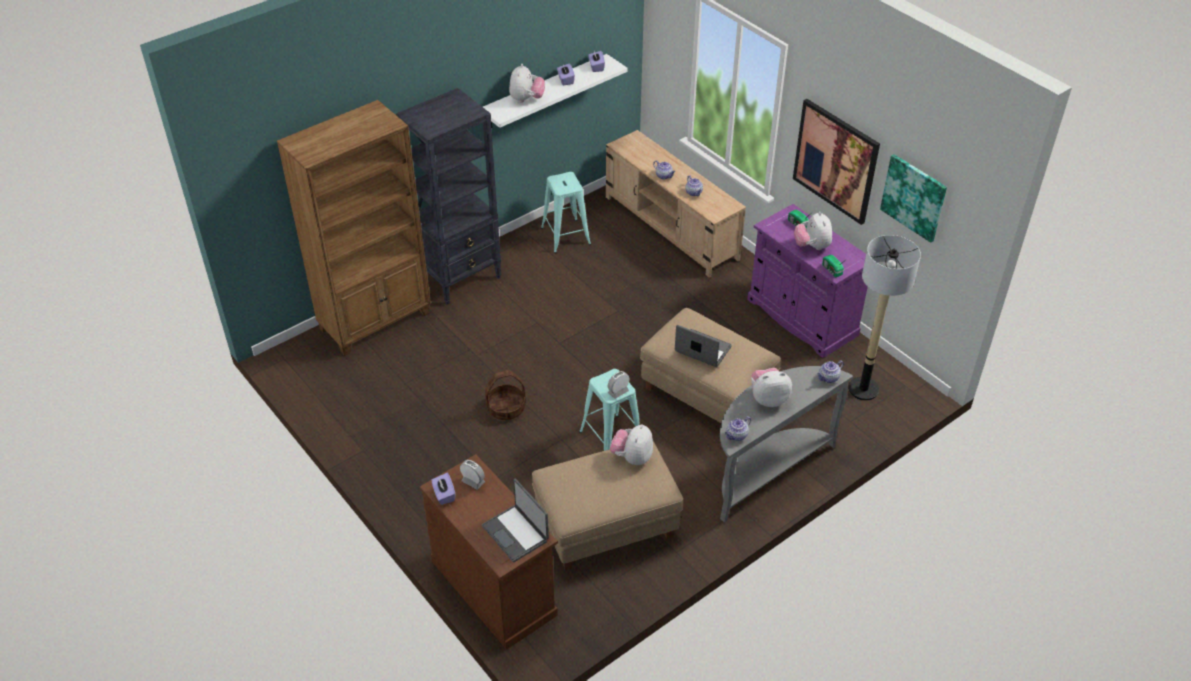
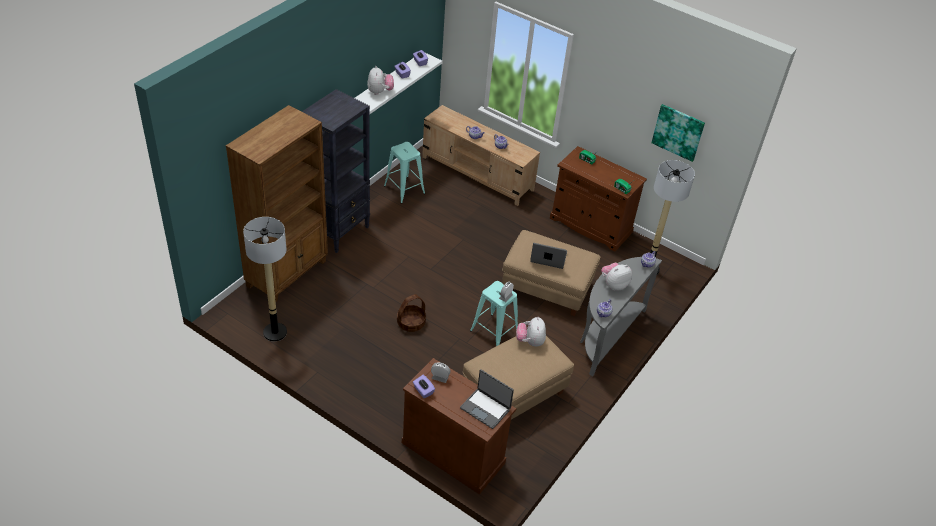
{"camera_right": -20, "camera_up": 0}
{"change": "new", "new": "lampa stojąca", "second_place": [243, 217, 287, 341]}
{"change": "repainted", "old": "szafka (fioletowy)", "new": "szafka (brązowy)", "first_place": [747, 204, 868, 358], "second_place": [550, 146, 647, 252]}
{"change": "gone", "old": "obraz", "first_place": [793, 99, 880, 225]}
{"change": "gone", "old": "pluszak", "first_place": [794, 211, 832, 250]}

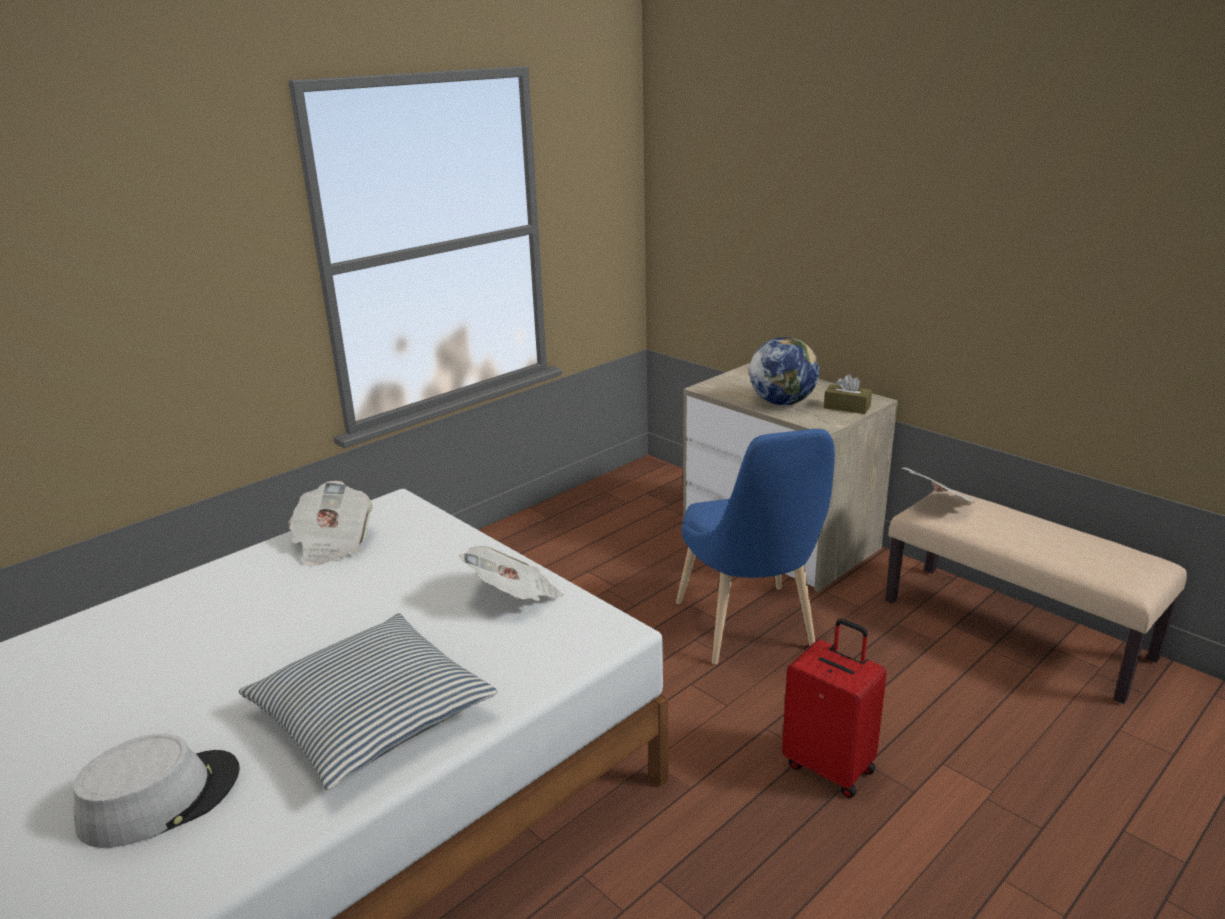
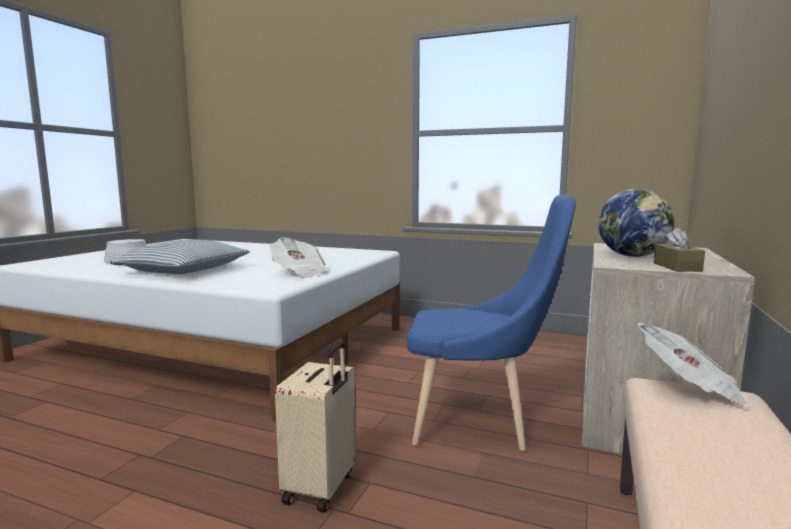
{"camera_right": 65, "camera_up": -15}
{"change": "repainted", "old": "walizka (czerwony)", "new": "walizka (beżowy)", "first_place": [782, 618, 887, 798], "second_place": [275, 341, 356, 513]}
{"change": "rotated", "old": "krzesło (niebieski)", "first_place": [676, 429, 835, 664], "second_place": [407, 195, 576, 451], "degrees": -135}
{"change": "gone", "old": "gazeta", "first_place": [288, 481, 373, 567]}

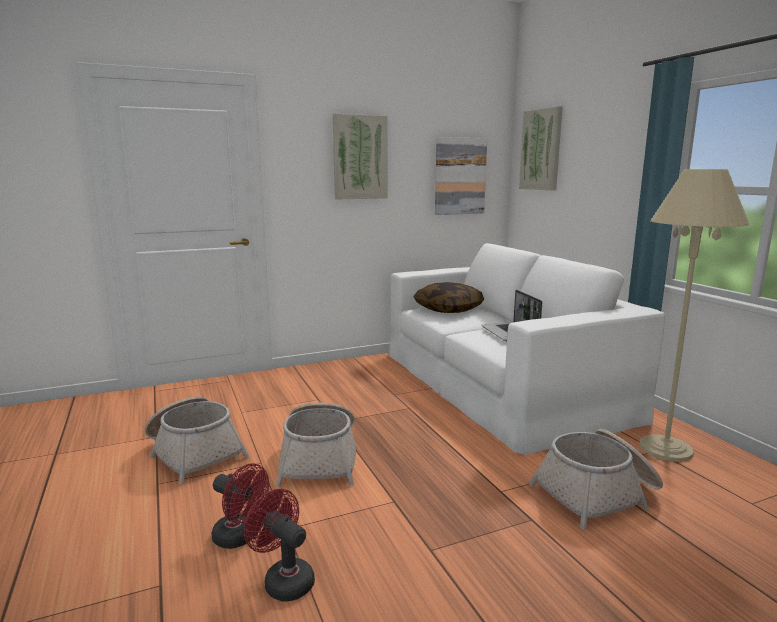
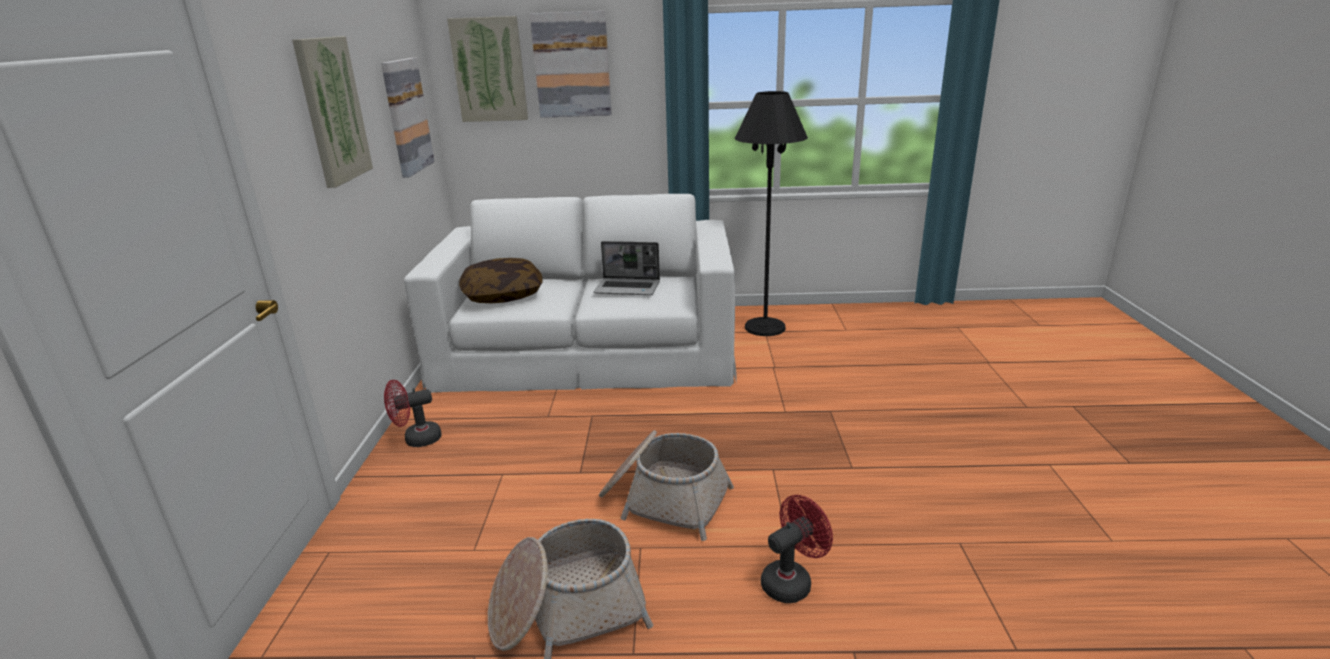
{"camera_right": -65, "camera_up": 10}
{"change": "shifted", "old": "wentylator (czerwony)", "first_place": [244, 489, 315, 602], "second_place": [384, 380, 442, 447]}
{"change": "new", "new": "obraz", "second_place": [530, 11, 612, 118]}
{"change": "repainted", "old": "lampa stojąca (beżowy)", "new": "lampa stojąca (czarny)", "first_place": [639, 169, 750, 462], "second_place": [735, 91, 808, 336]}
{"change": "gone", "old": "koszyk", "first_place": [529, 429, 663, 529]}

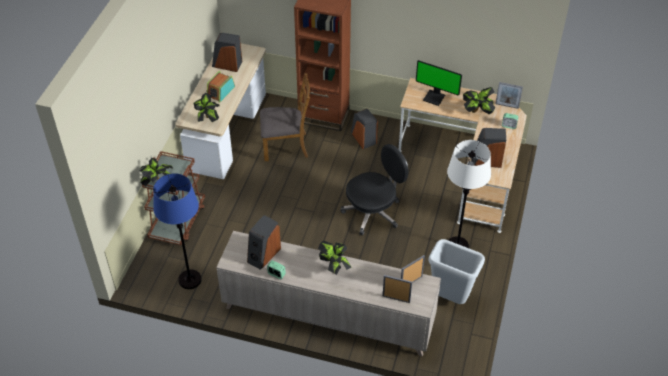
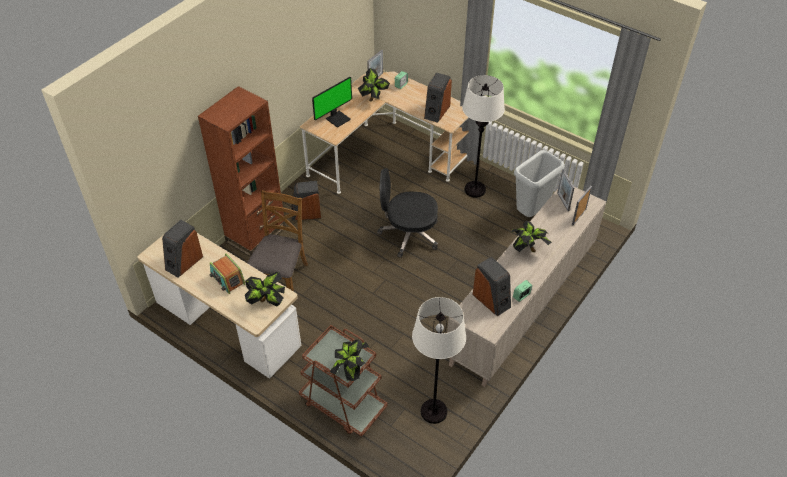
{"camera_right": -70, "camera_up": 0}
{"change": "rotated", "old": "krzesło biurowe (czarny)", "first_place": [340, 144, 408, 236], "second_place": [377, 168, 438, 258], "degrees": -75}
{"change": "repainted", "old": "lampa stojąca (niebieski)", "new": "lampa stojąca (biały)", "first_place": [153, 173, 202, 289], "second_place": [412, 297, 466, 424]}

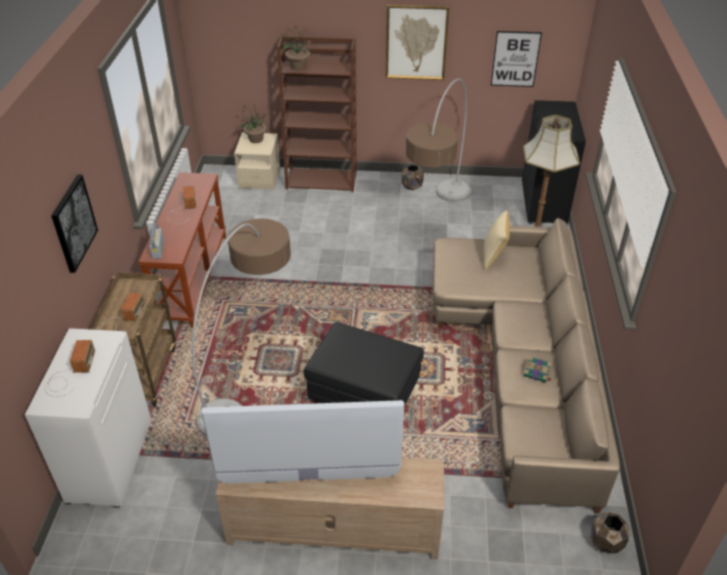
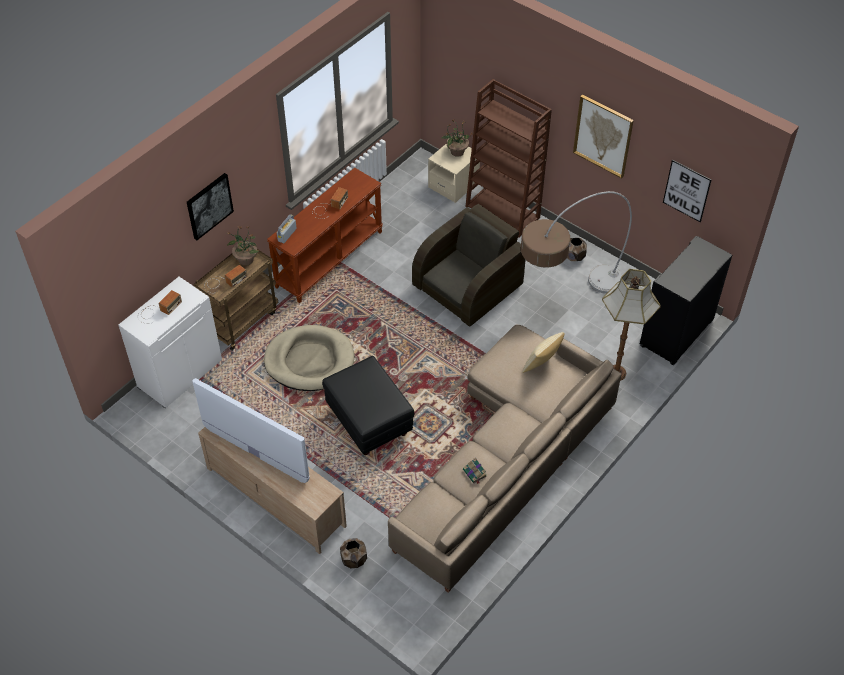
{"camera_right": 35, "camera_up": 10}
{"change": "shifted", "old": "roślina doniczkowa", "first_place": [280, 26, 311, 70], "second_place": [227, 226, 259, 266]}
{"change": "swapped", "old": "lampa stojąca", "new": "legowisko (beżowy)", "first_place": [192, 219, 291, 436], "second_place": [264, 325, 354, 391]}
{"change": "shifted", "old": "donica (brązowy)", "first_place": [591, 513, 630, 554], "second_place": [340, 538, 367, 568]}
{"change": "new", "new": "fotel (brązowy)", "second_place": [412, 204, 526, 327]}

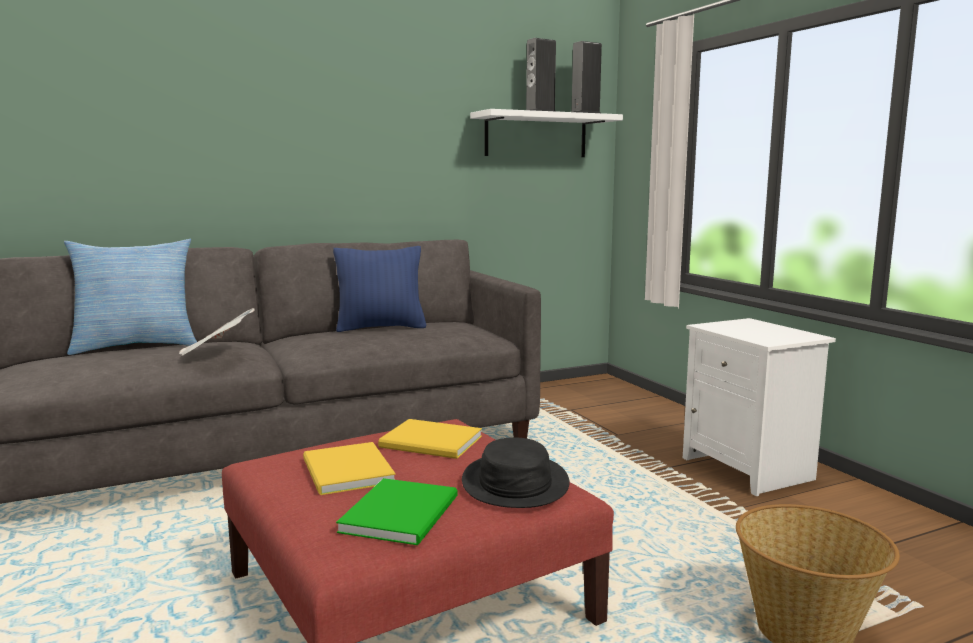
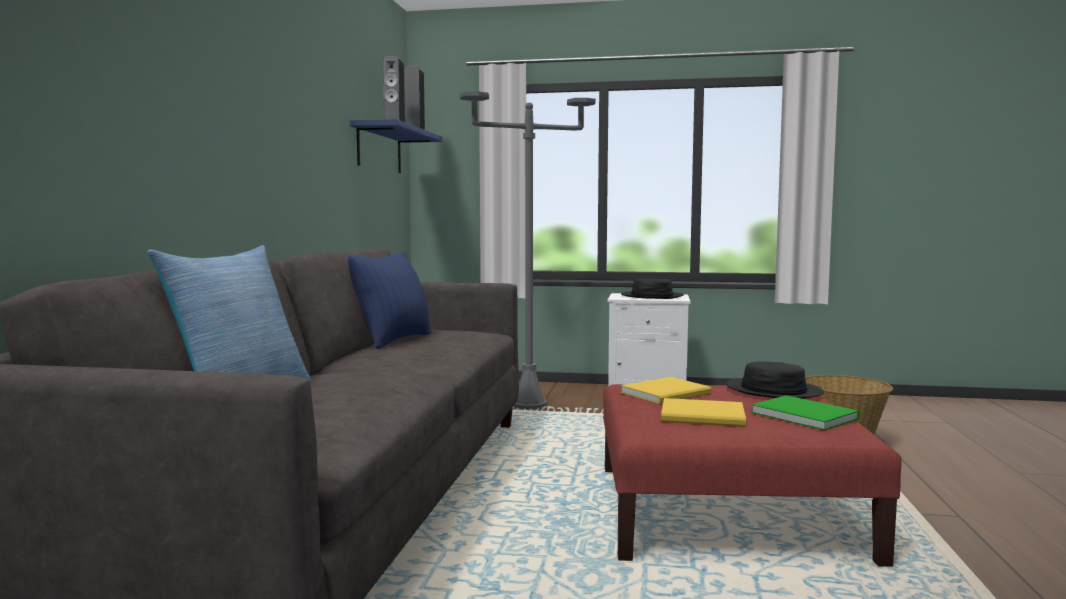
{"camera_right": -55, "camera_up": -5}
{"change": "repainted", "old": "półka (biały)", "new": "półka (niebieski)", "first_place": [470, 109, 623, 157], "second_place": [350, 119, 443, 173]}
{"change": "new", "new": "lampa stojąca (szary)", "second_place": [460, 91, 596, 410]}
{"change": "new", "new": "kapelusz (czarny)", "second_place": [621, 278, 684, 299]}
{"change": "gone", "old": "gazeta", "first_place": [179, 308, 255, 356]}

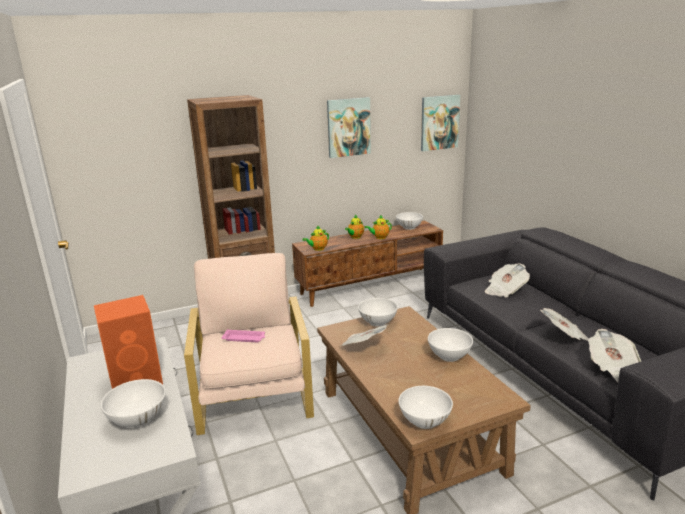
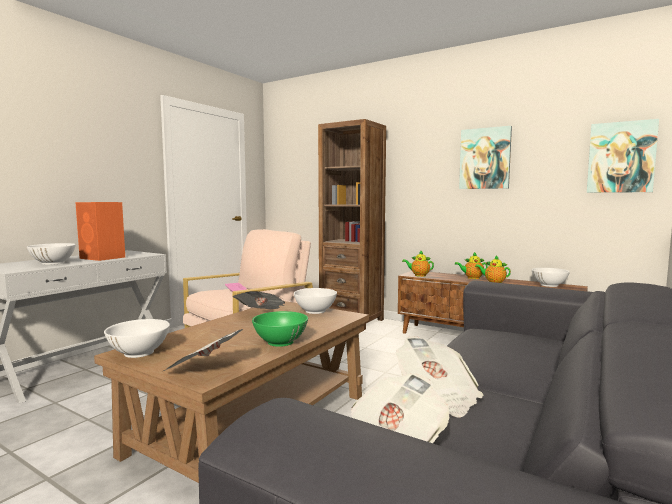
{"camera_right": 55, "camera_up": -15}
{"change": "shifted", "old": "gazeta", "first_place": [485, 263, 530, 297], "second_place": [163, 329, 243, 371]}
{"change": "repainted", "old": "miska (biały)", "new": "miska (zielony)", "first_place": [428, 328, 473, 362], "second_place": [252, 311, 308, 347]}

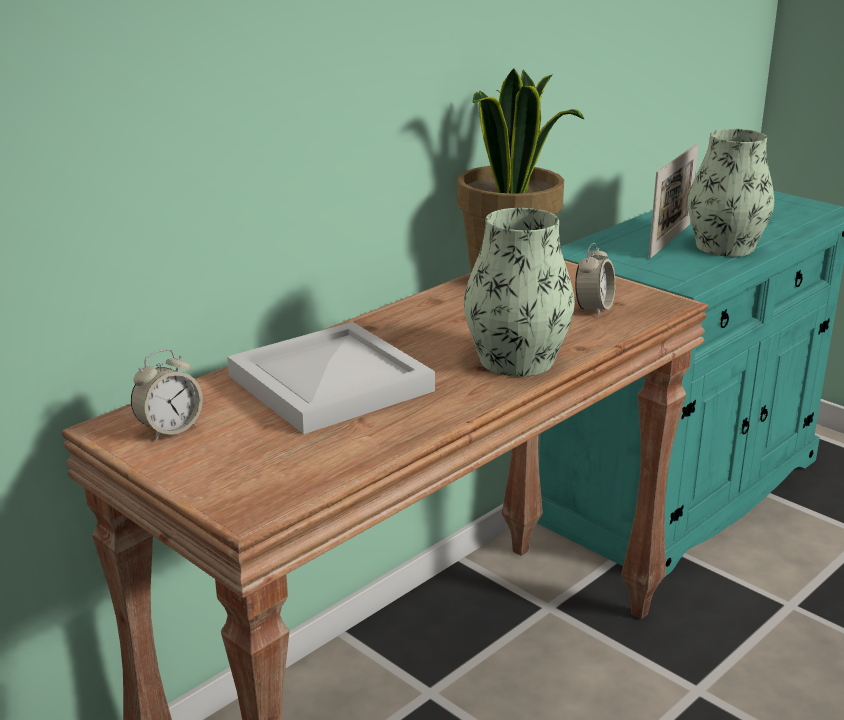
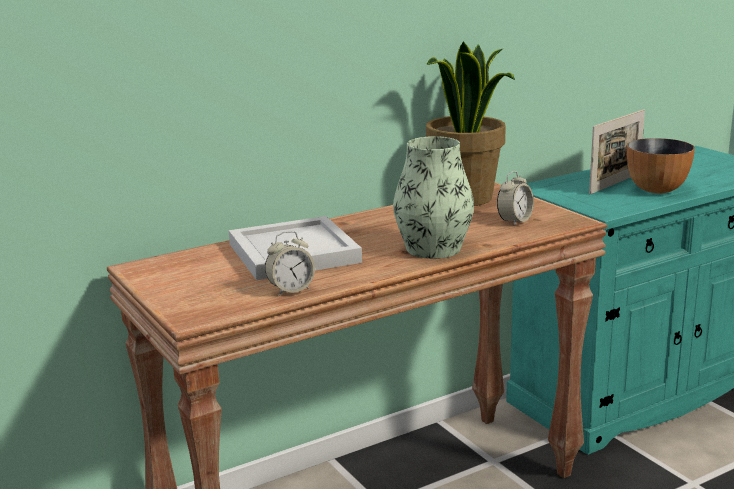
{"camera_right": 15, "camera_up": -5}
{"change": "shifted", "old": "budzik", "first_place": [131, 349, 203, 440], "second_place": [265, 231, 315, 296]}
{"change": "swapped", "old": "wazon", "new": "miska", "first_place": [688, 129, 775, 257], "second_place": [627, 138, 695, 193]}

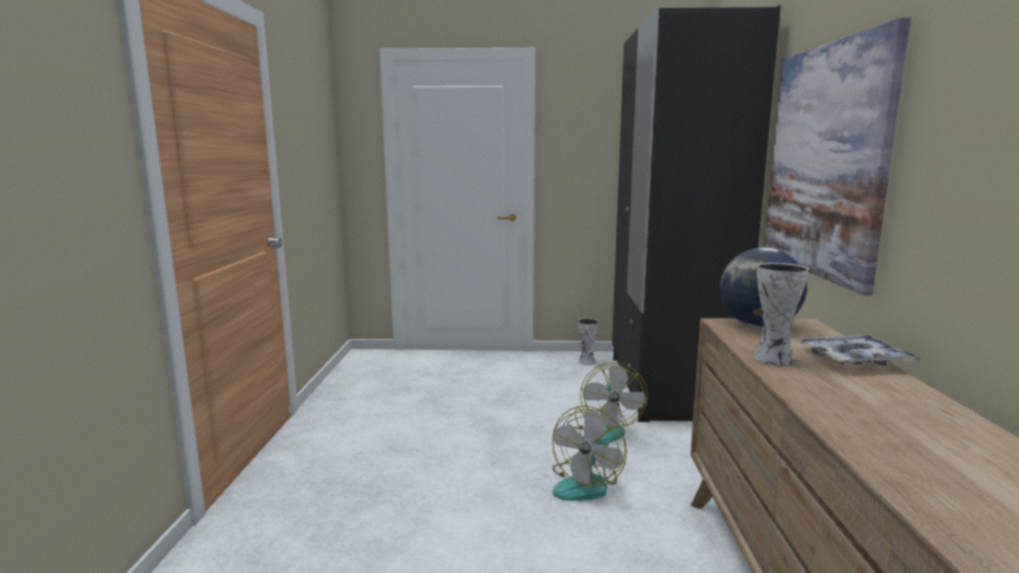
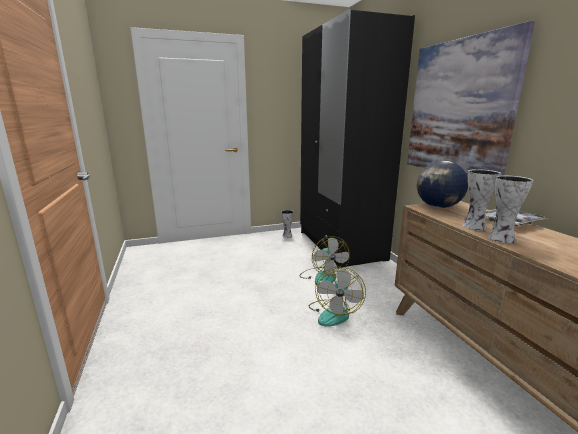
{"camera_right": -20, "camera_up": 5}
{"change": "new", "new": "wazon", "second_place": [488, 176, 533, 243]}

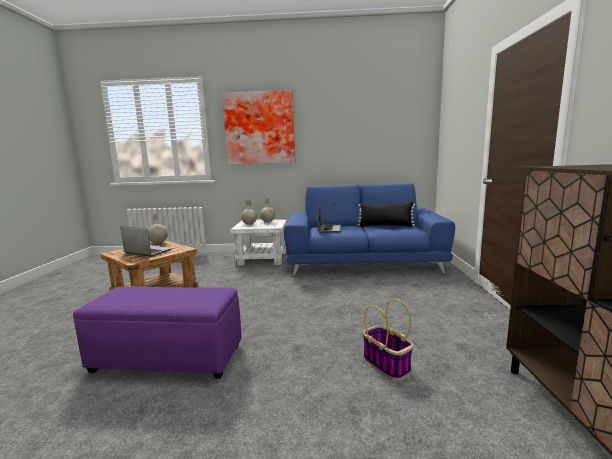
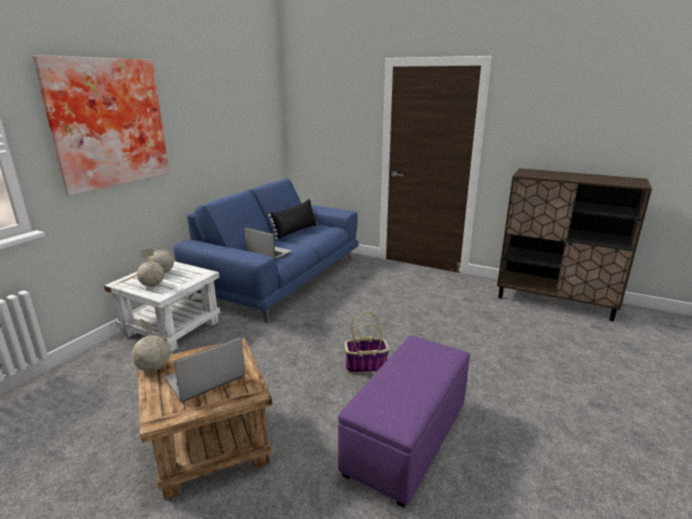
{"camera_right": -65, "camera_up": 10}
{"change": "shifted", "old": "koszyk", "first_place": [363, 299, 414, 380], "second_place": [345, 312, 389, 373]}

